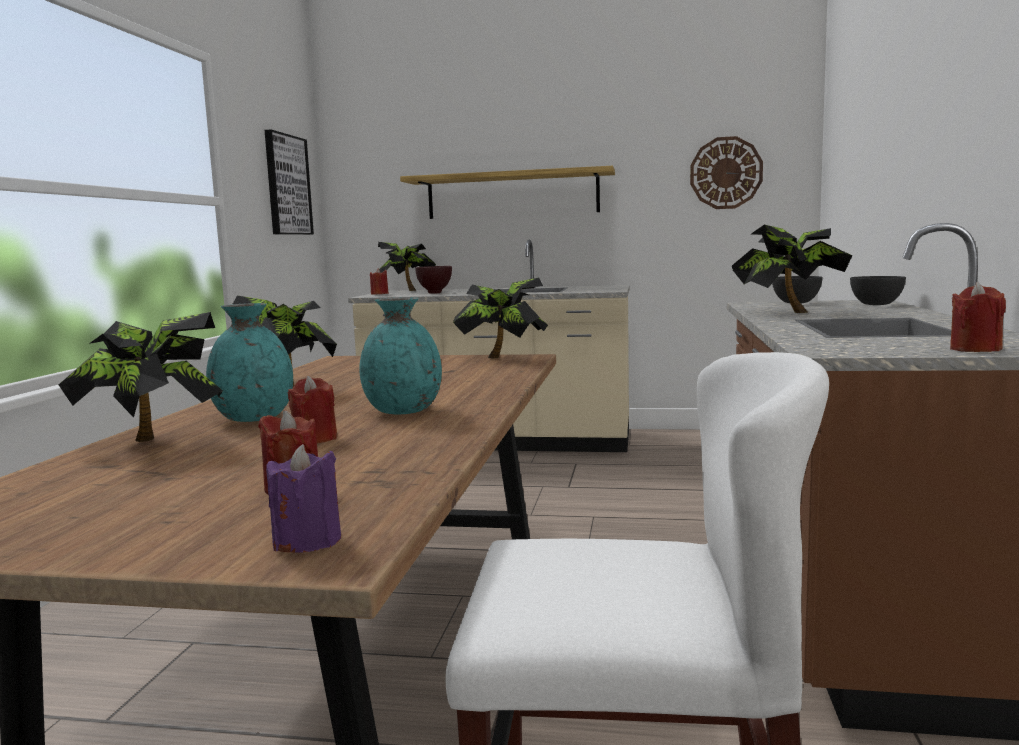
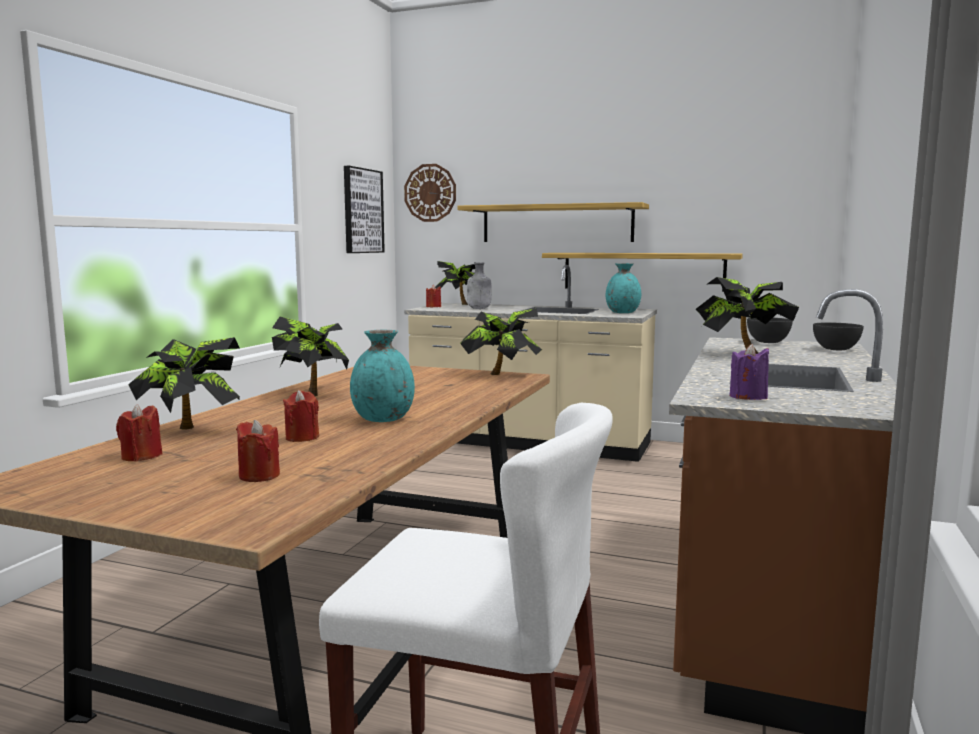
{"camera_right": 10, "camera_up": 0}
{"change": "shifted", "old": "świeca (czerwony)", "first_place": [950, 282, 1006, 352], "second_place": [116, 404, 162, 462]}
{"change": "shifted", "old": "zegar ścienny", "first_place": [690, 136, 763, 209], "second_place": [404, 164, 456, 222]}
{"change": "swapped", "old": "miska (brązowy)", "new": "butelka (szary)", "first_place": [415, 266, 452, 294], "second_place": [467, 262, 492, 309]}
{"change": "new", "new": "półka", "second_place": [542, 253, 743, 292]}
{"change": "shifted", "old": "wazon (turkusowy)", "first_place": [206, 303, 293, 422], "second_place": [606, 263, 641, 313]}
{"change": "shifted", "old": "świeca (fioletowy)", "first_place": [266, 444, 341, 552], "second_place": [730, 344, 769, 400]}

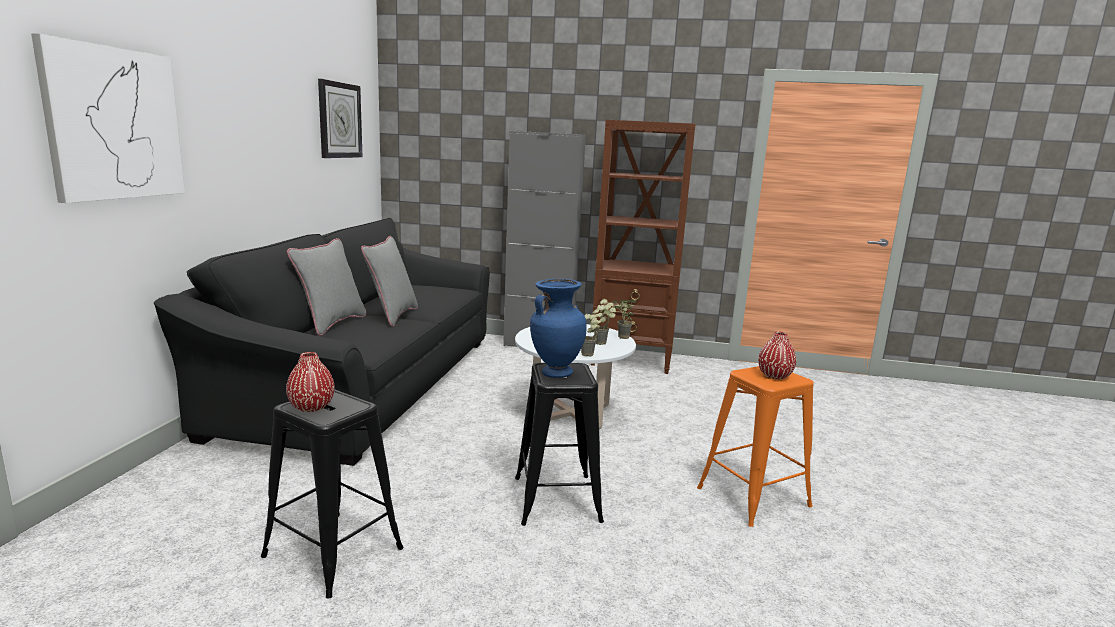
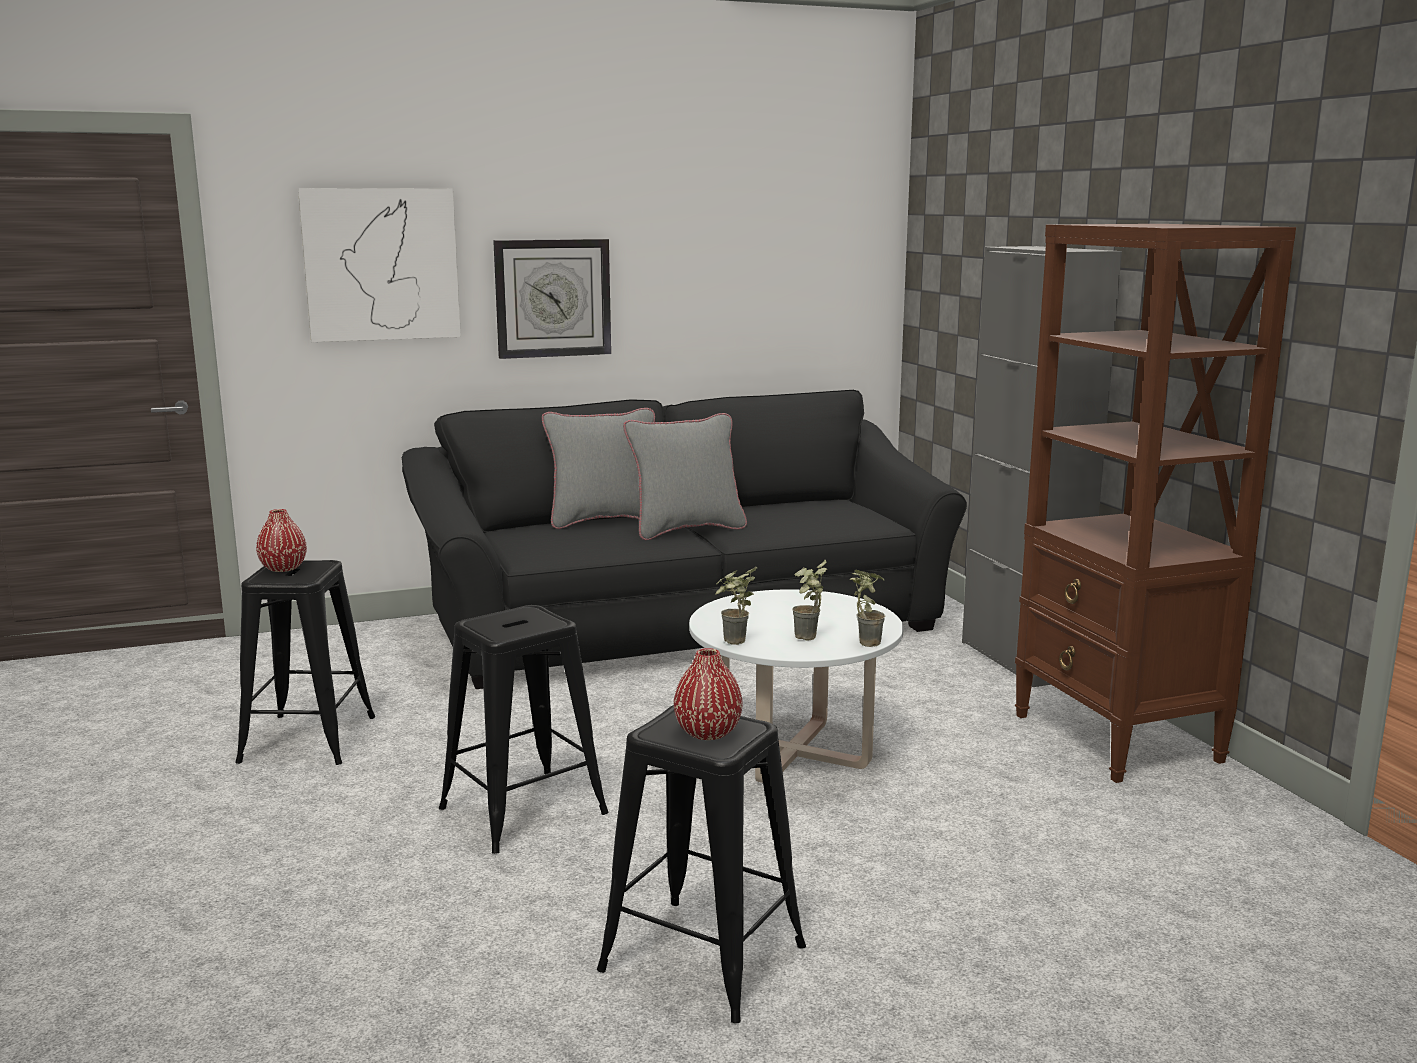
{"camera_right": 60, "camera_up": 0}
{"change": "shifted", "old": "zegar ścienny", "first_place": [318, 79, 363, 158], "second_place": [493, 239, 611, 359]}
{"change": "repainted", "old": "stołek (pomarańczowy)", "new": "stołek (czarny)", "first_place": [697, 366, 814, 527], "second_place": [597, 705, 806, 1023]}
{"change": "gone", "old": "wazon (niebieski)", "first_place": [530, 279, 587, 378]}

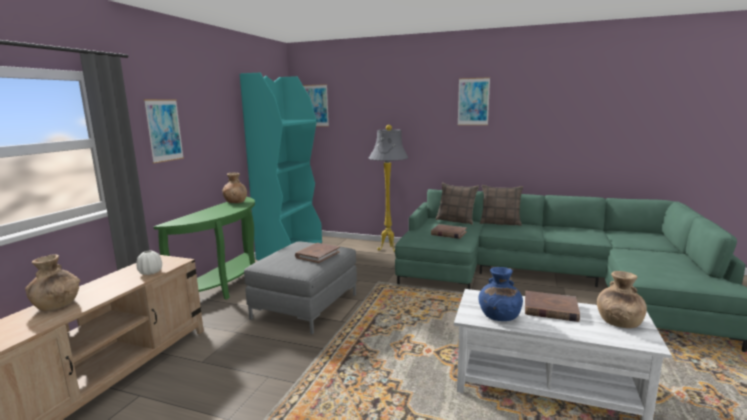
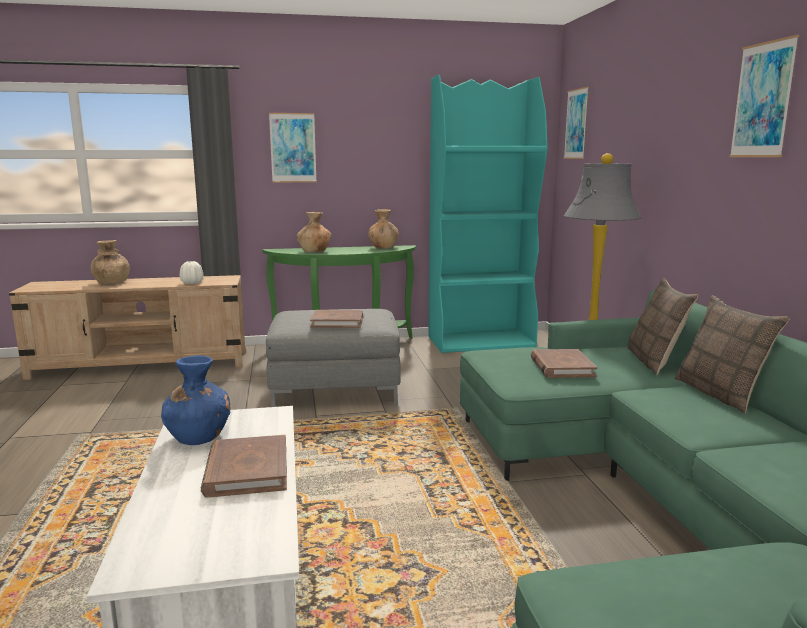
{"camera_right": 60, "camera_up": 0}
{"change": "shifted", "old": "wazon (brązowy)", "first_place": [597, 271, 647, 328], "second_place": [297, 212, 331, 252]}

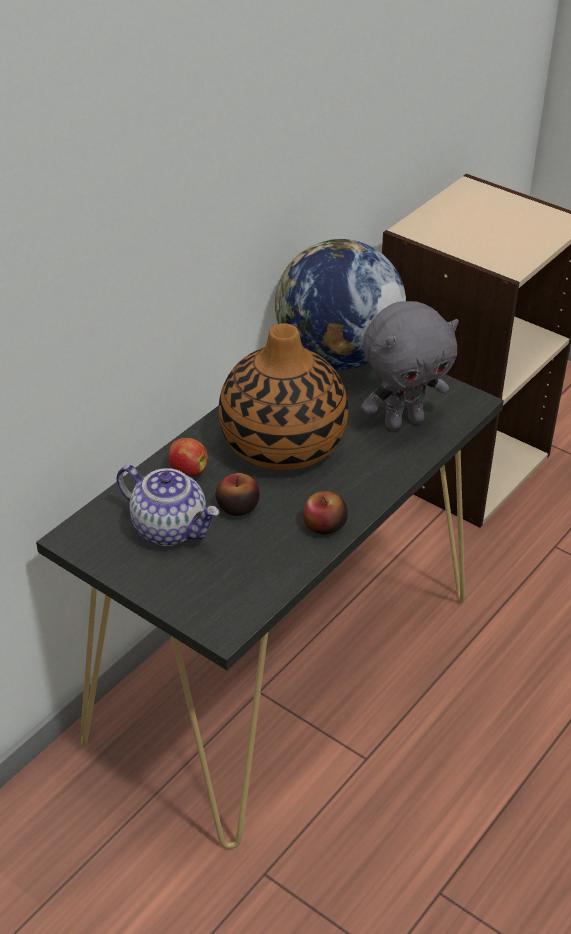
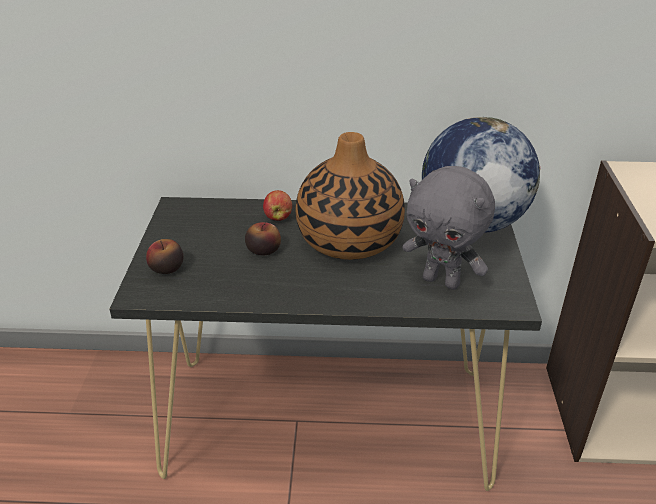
{"camera_right": 55, "camera_up": -5}
{"change": "shifted", "old": "jabłko", "first_place": [303, 491, 348, 535], "second_place": [146, 239, 183, 274]}
{"change": "gone", "old": "imbryk", "first_place": [116, 465, 219, 546]}

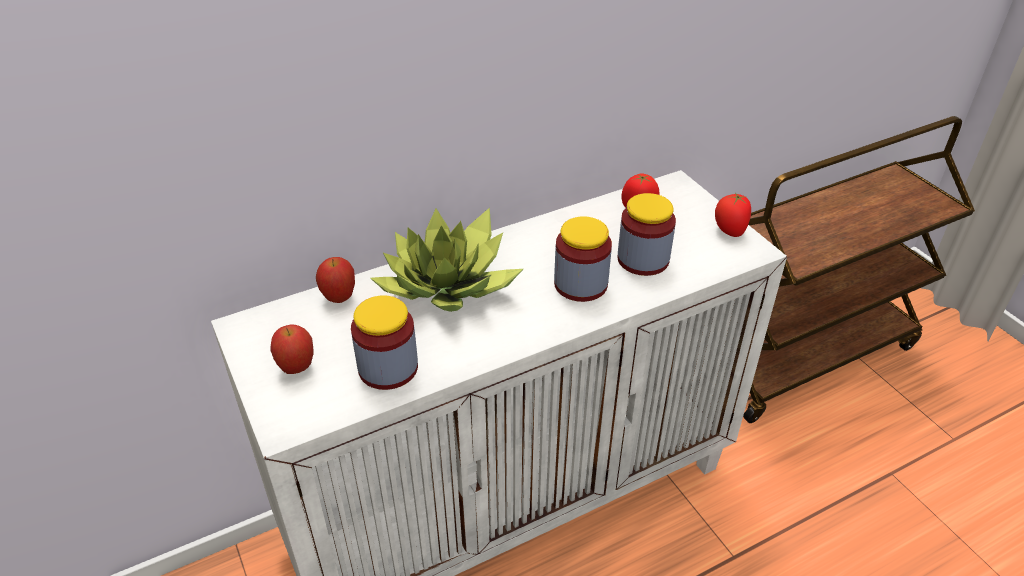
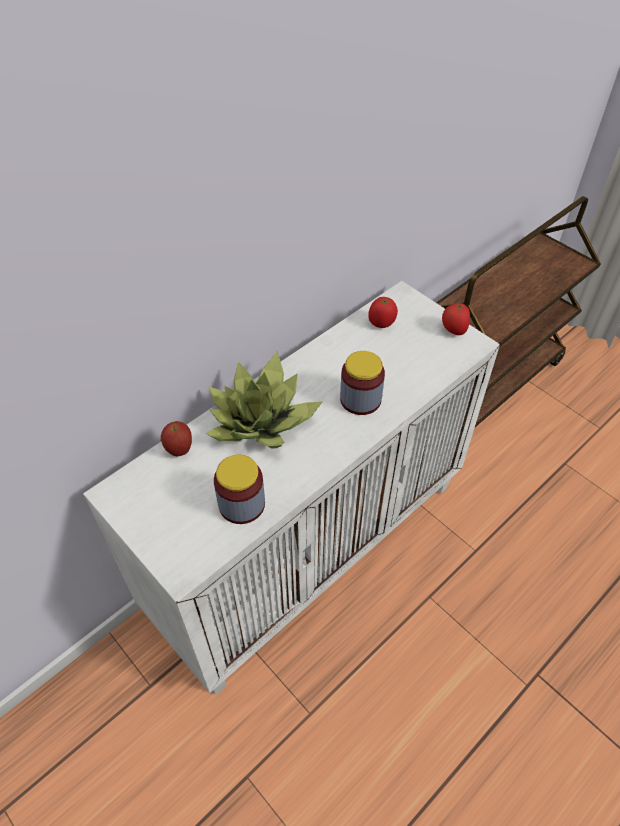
{"camera_right": -15, "camera_up": 10}
{"change": "gone", "old": "jabłko", "first_place": [270, 324, 314, 374]}
{"change": "gone", "old": "słoik", "first_place": [617, 193, 676, 276]}

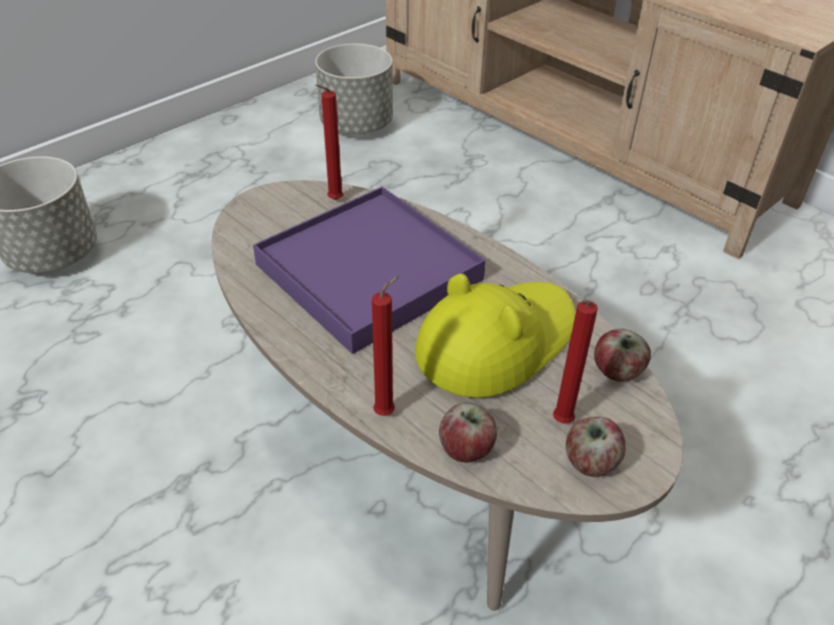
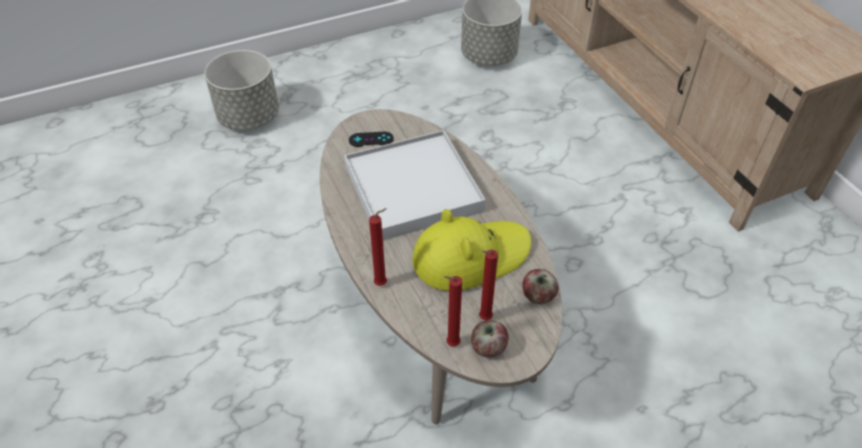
{"camera_right": 20, "camera_up": 5}
{"change": "repainted", "old": "taca (fioletowy)", "new": "taca (biały)", "first_place": [253, 187, 486, 354], "second_place": [344, 130, 485, 241]}
{"change": "new", "new": "pad do gier (czarny)", "second_place": [349, 132, 394, 147]}
{"change": "shifted", "old": "świeca (czerwony)", "first_place": [315, 84, 343, 200], "second_place": [444, 276, 462, 346]}
{"change": "gone", "old": "jabłko", "first_place": [439, 402, 497, 462]}

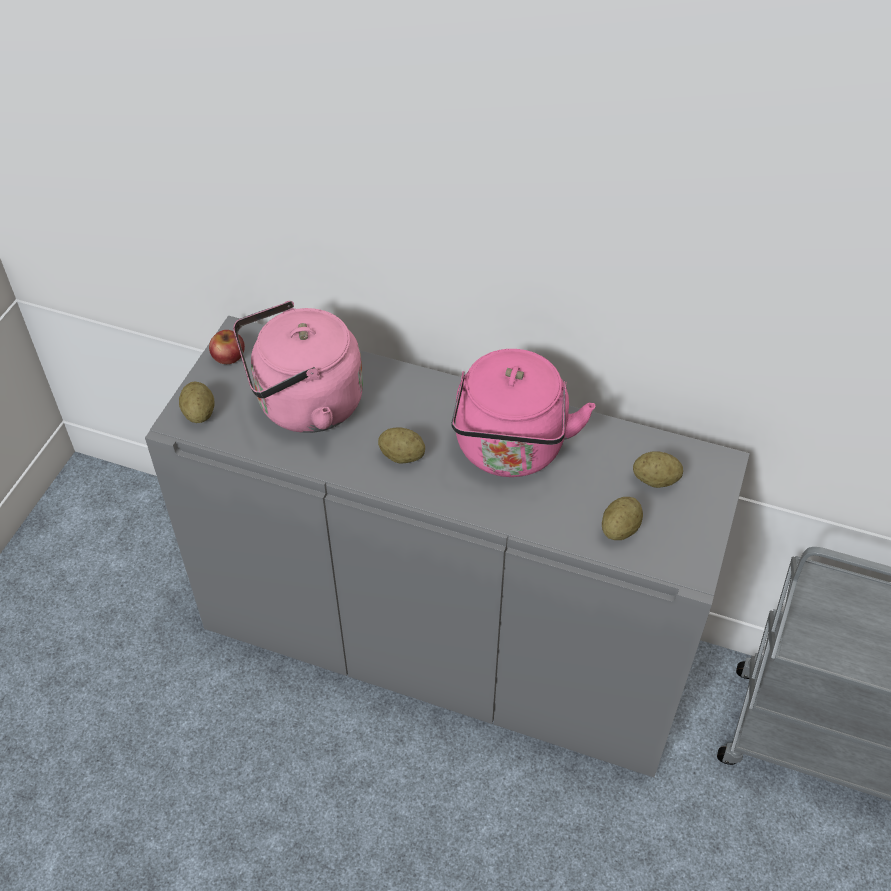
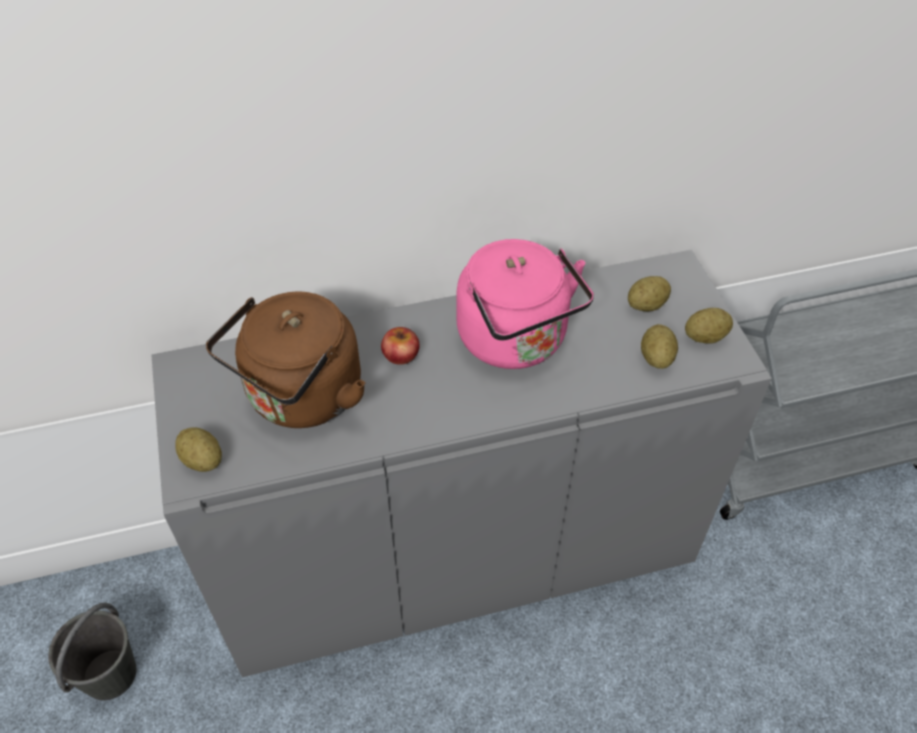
{"camera_right": -35, "camera_up": 0}
{"change": "new", "new": "wiadro (szary)", "second_place": [48, 602, 137, 701]}
{"change": "repainted", "old": "czajnik (różowy)", "new": "czajnik (brązowy)", "first_place": [233, 301, 363, 433], "second_place": [206, 291, 365, 428]}
{"change": "shifted", "old": "jabłko", "first_place": [209, 330, 245, 364], "second_place": [381, 327, 419, 365]}
{"change": "shifted", "old": "ziemniak", "first_place": [378, 428, 425, 463], "second_place": [685, 308, 733, 344]}

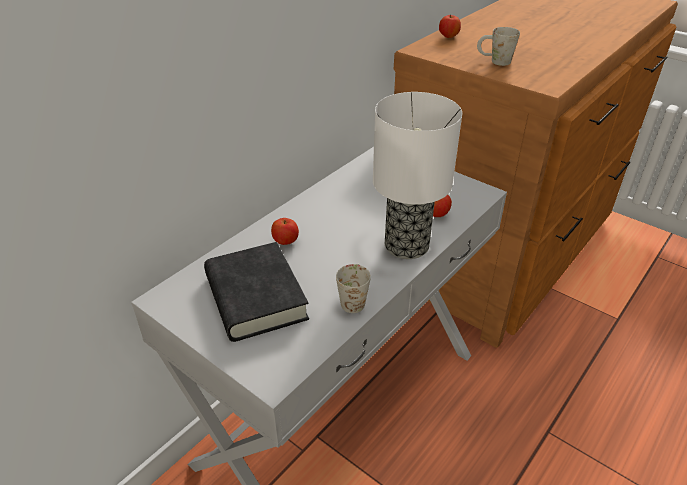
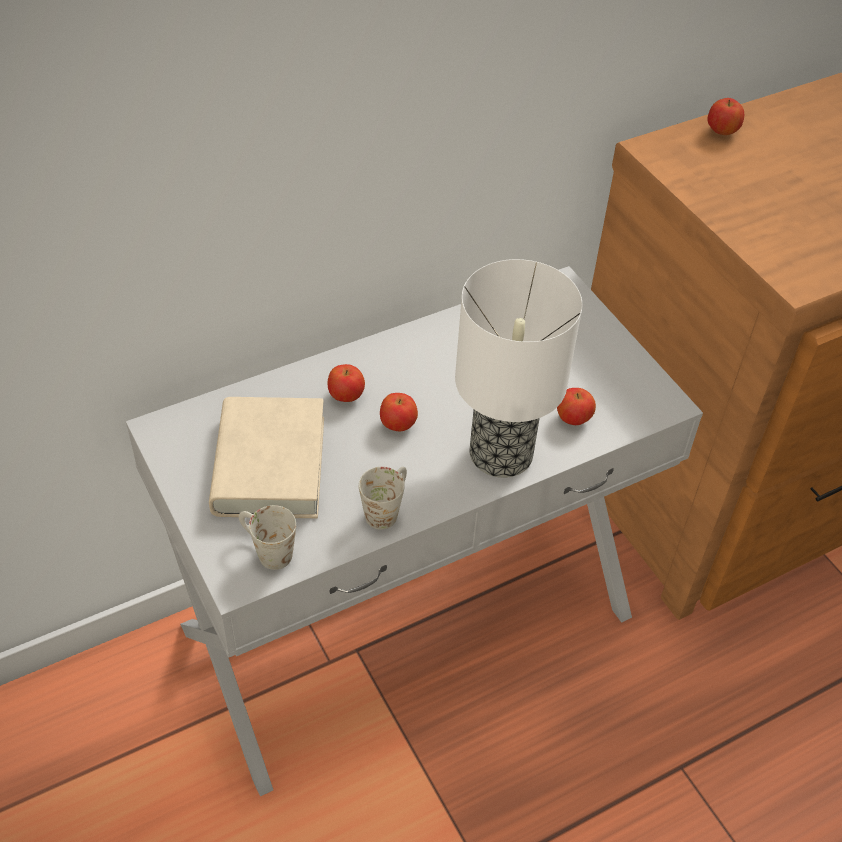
{"camera_right": 20, "camera_up": 10}
{"change": "repainted", "old": "książka (czarny)", "new": "książka (beżowy)", "first_place": [204, 242, 309, 342], "second_place": [209, 397, 324, 518]}
{"change": "shifted", "old": "kubek (biały)", "first_place": [477, 27, 520, 66], "second_place": [239, 505, 296, 570]}
{"change": "new", "new": "jabłko", "second_place": [380, 393, 418, 431]}

